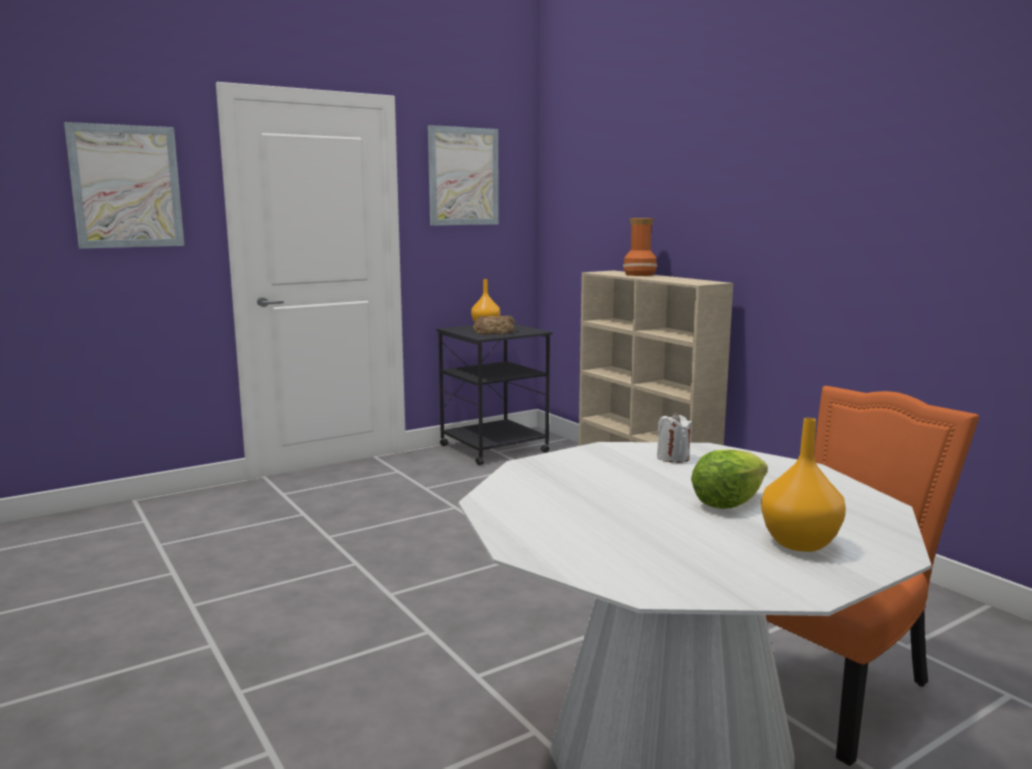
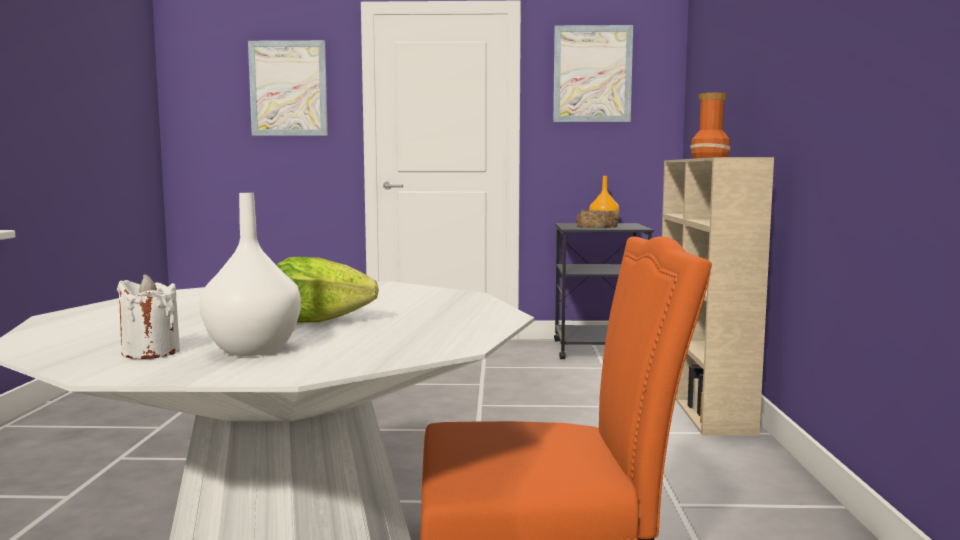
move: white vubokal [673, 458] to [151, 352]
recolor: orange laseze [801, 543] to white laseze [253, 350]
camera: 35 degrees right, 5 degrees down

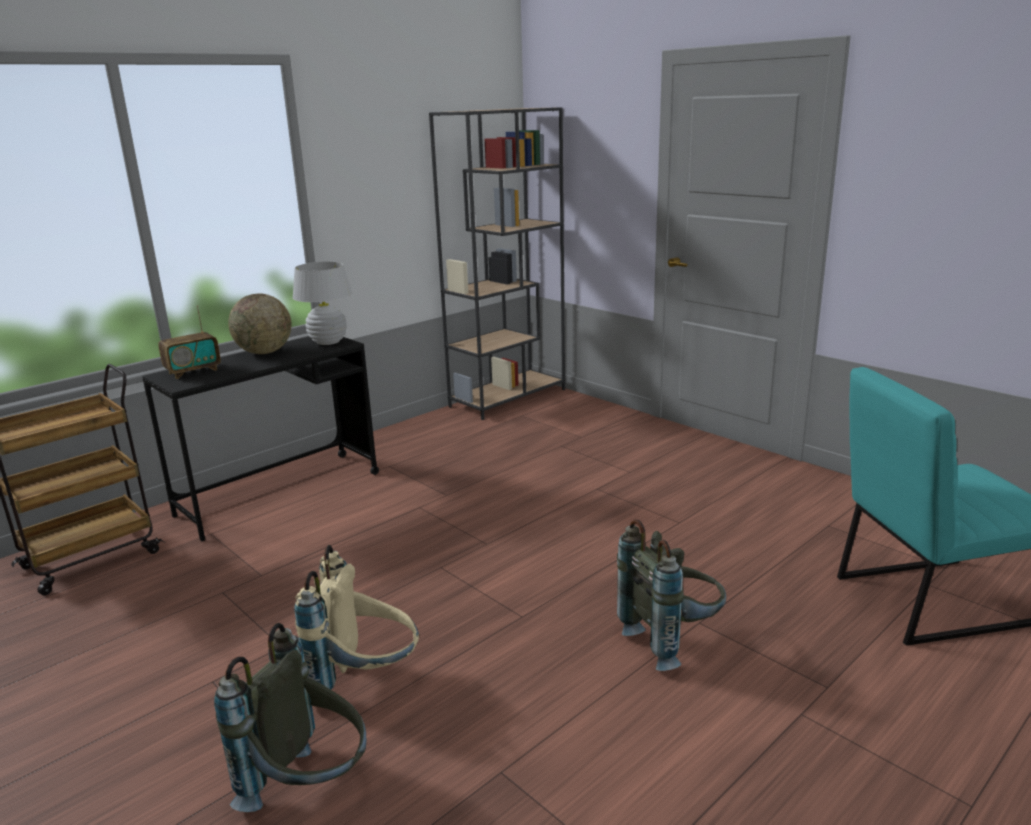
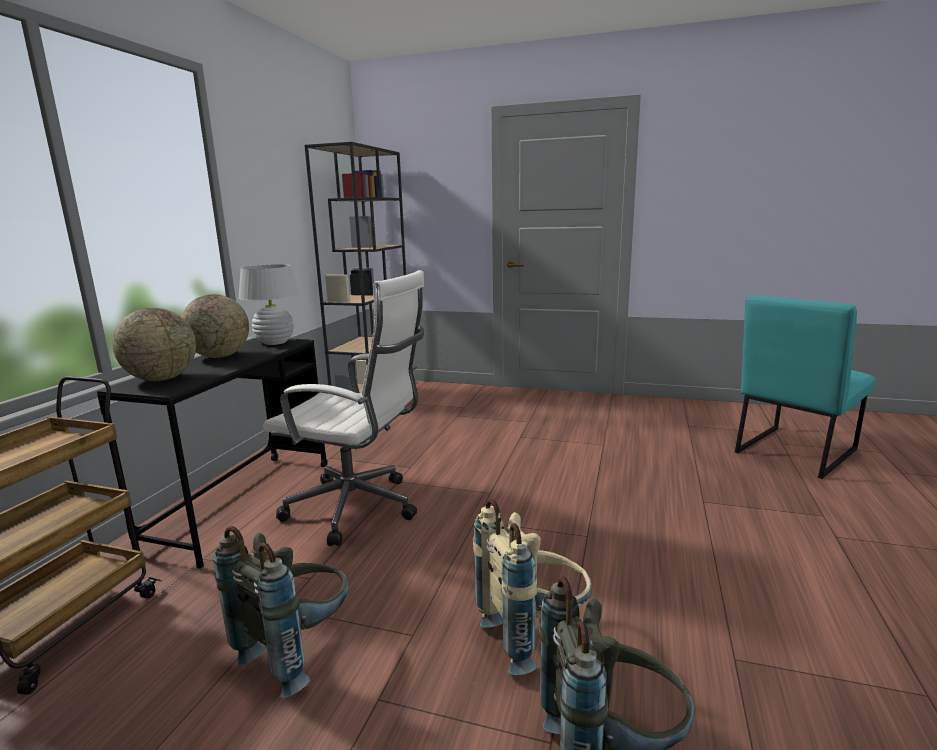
insert: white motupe [358, 509]
move: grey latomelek [672, 639] to [298, 649]
replace: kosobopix [193, 371] to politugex [162, 379]
camera: 30 degrees left, 5 degrees down

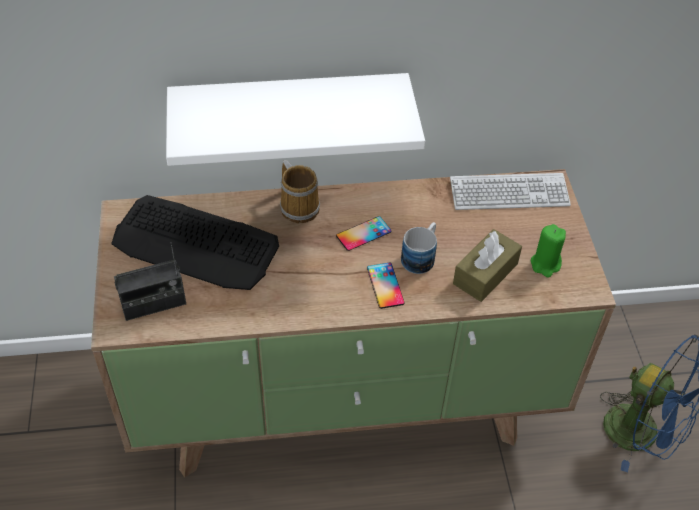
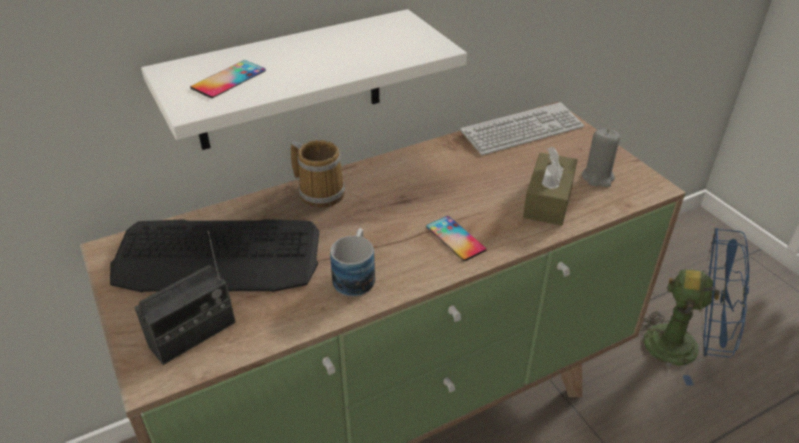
move: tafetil [363, 233] to [228, 79]; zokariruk [421, 256] to [356, 275]
recolor: green vubokal [545, 264] to grey vubokal [598, 177]
camera: 20 degrees left, 10 degrees down

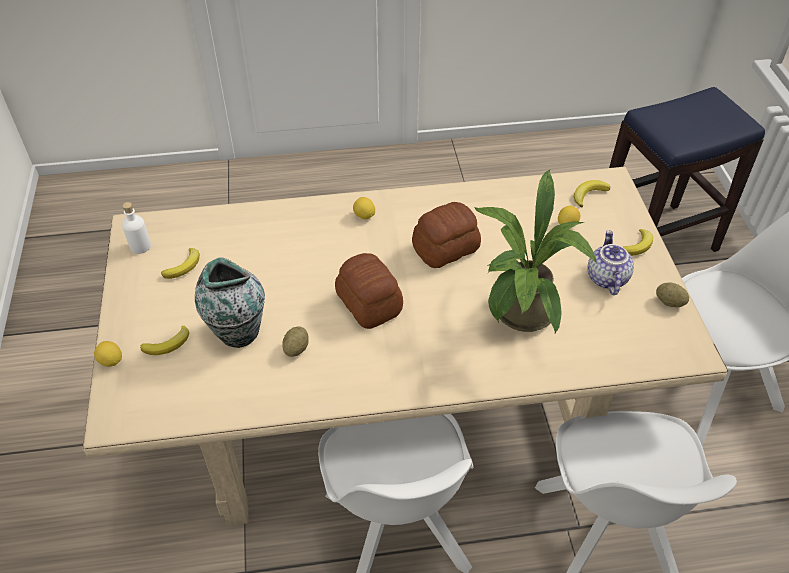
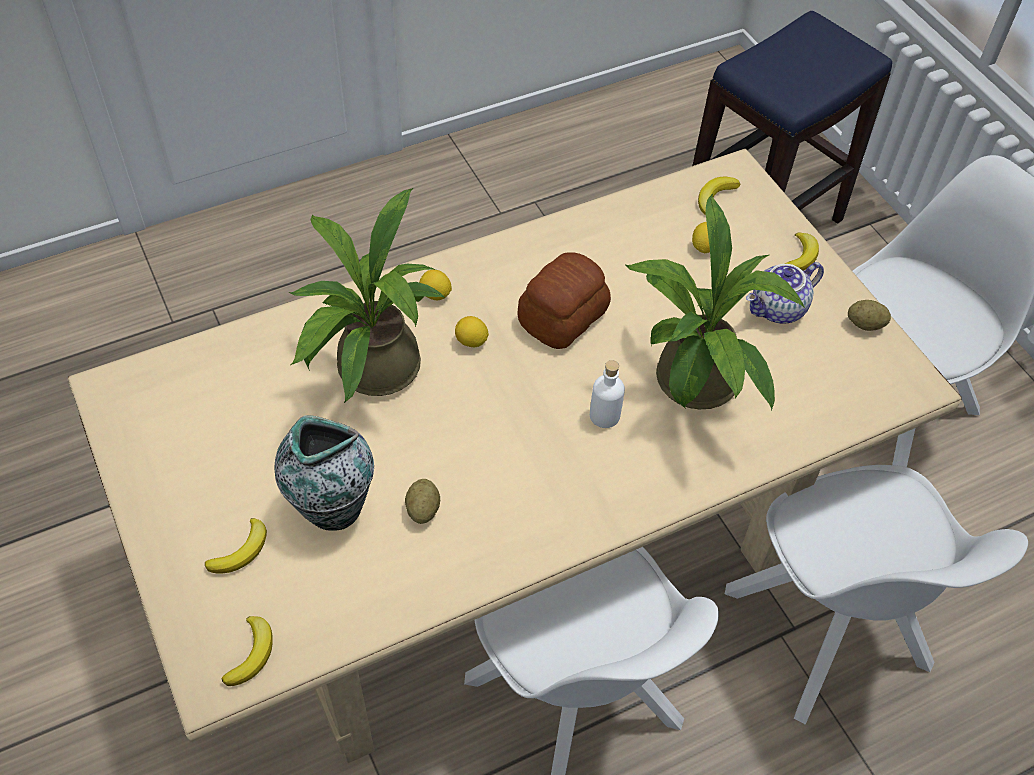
delete: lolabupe [368, 304]
insert: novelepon [370, 373]
move: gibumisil [184, 266] to [251, 653]; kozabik [111, 361] to [471, 341]; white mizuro [140, 246] to [604, 415]
rotate: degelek [605, 278] = [778, 310] 105 degrees counterclockwise
camera: 20 degrees left, 5 degrees up

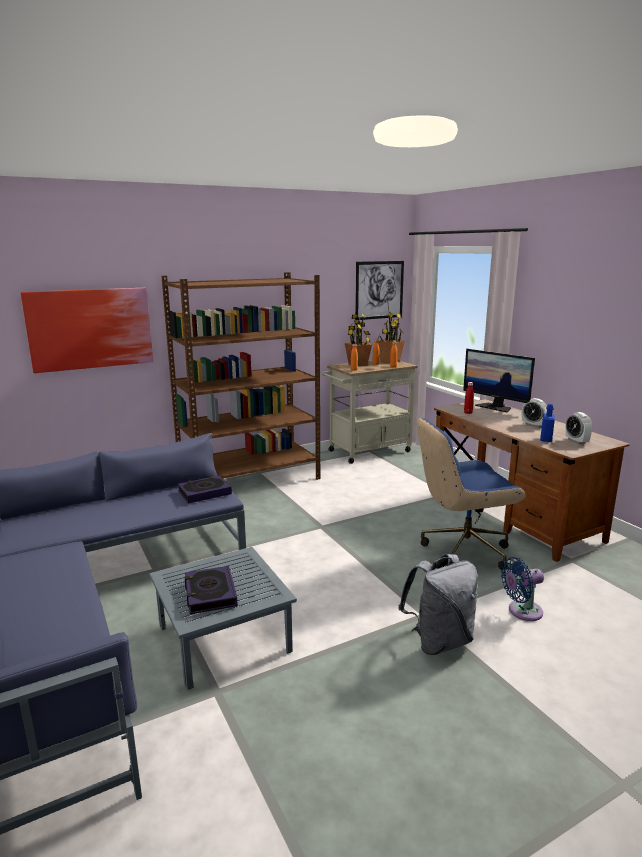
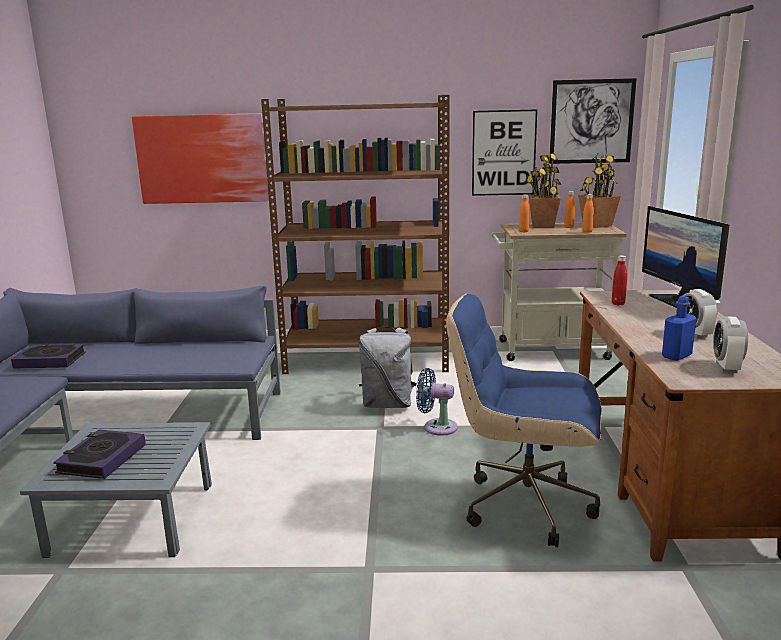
insert: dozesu [503, 153]
move: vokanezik [204, 493] to [50, 360]; grey latomelek [439, 641] to [388, 404]; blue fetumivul [522, 611] to [436, 427]
camera: 30 degrees right, 0 degrees up

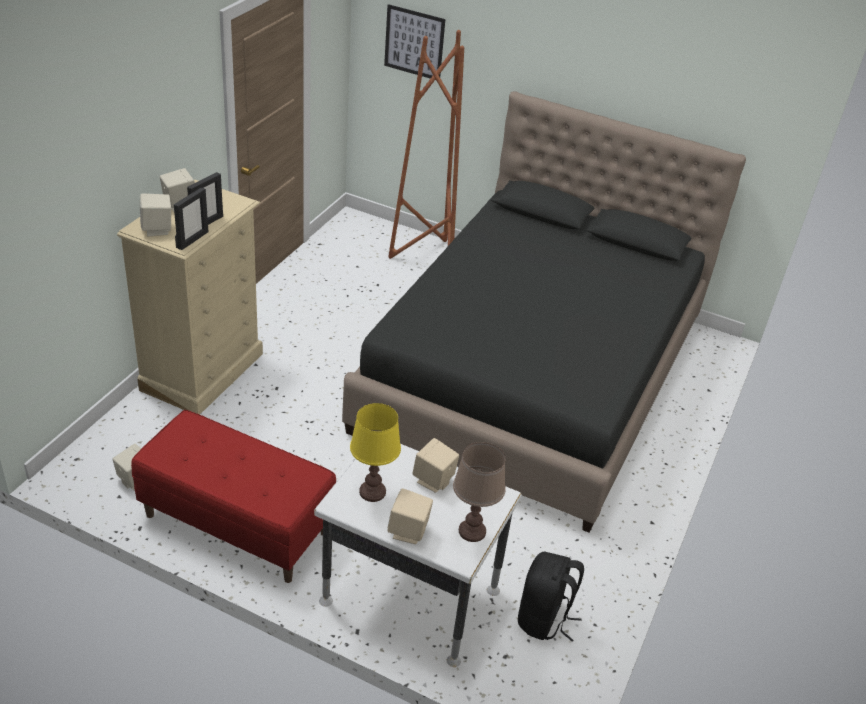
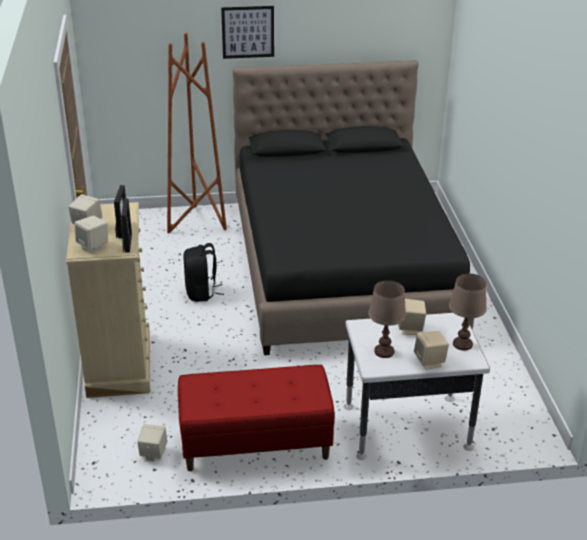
move: black latomelek [544, 619] to [201, 293]; dozesu [414, 42] to [248, 32]
recolor: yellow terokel [372, 492] to brown terokel [384, 352]
camera: 30 degrees left, 5 degrees down

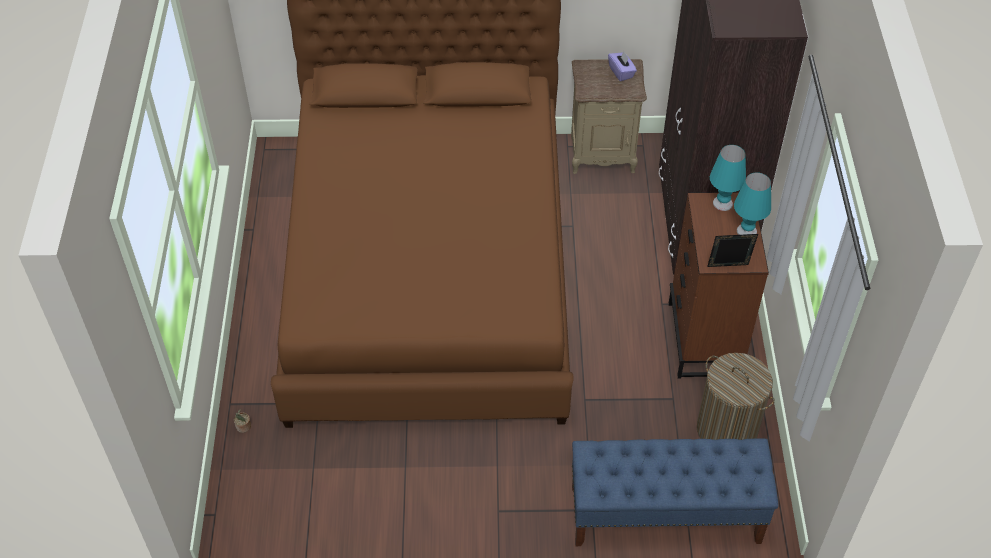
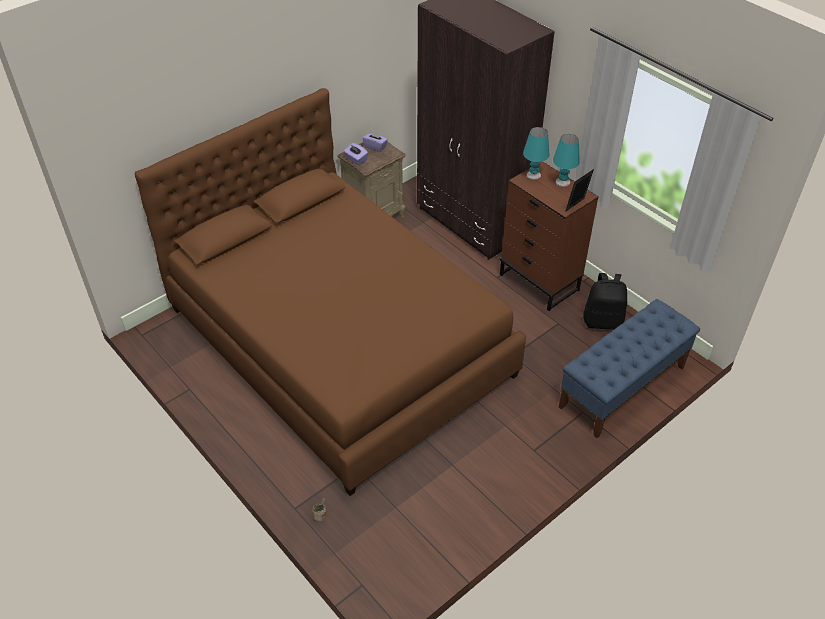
insert: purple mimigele [356, 159]
replace: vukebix [727, 429] to black latomelek [603, 321]
camera: 40 degrees left, 5 degrees down

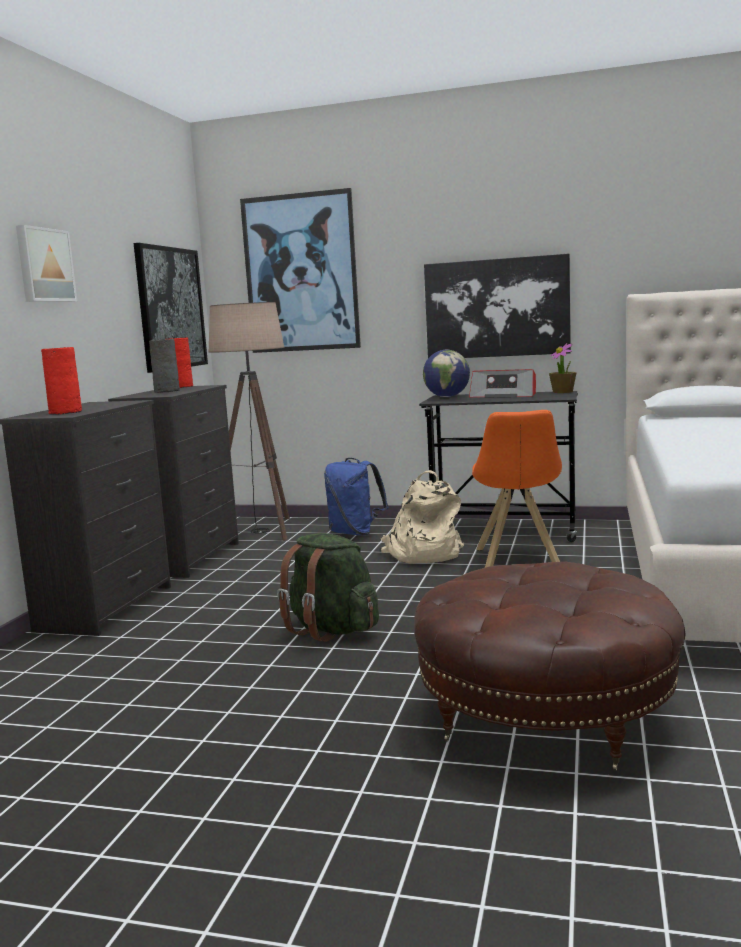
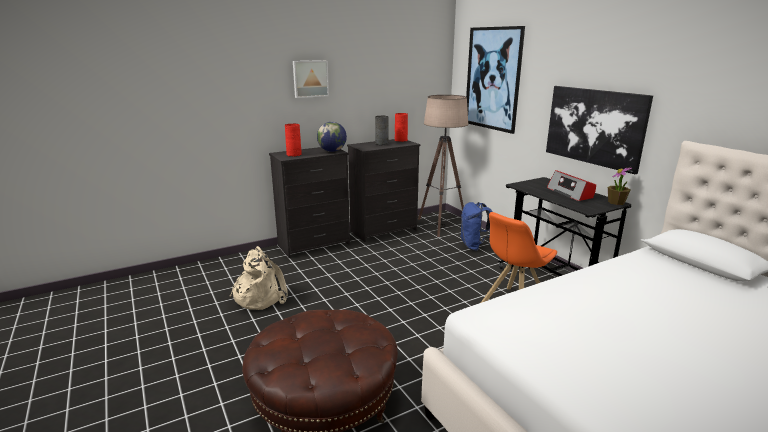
delete: dozesu [171, 308]; green latomelek [331, 630]
move: beige latomelek [423, 554] to [260, 297]; politugex [447, 396] to [332, 151]
camera: 45 degrees right, 10 degrees up

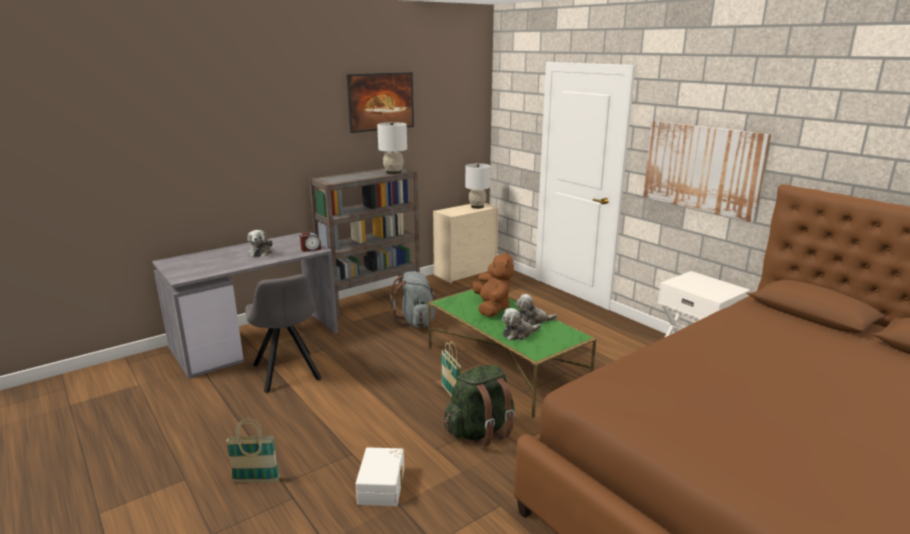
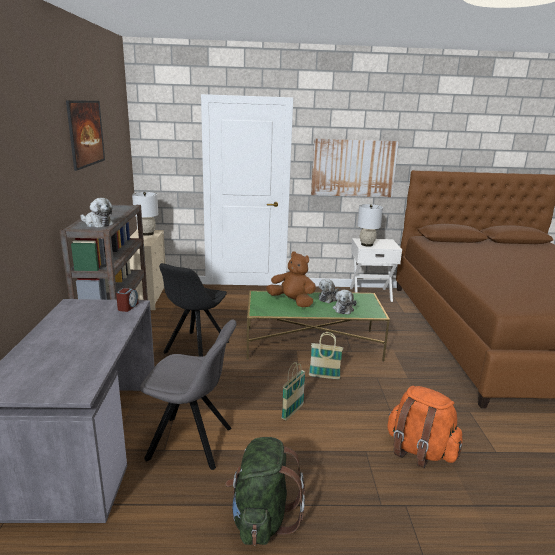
move: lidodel [260, 252] to [97, 224]; green latomelek [480, 431] to [262, 518]; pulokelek [256, 480] to [292, 412]; white terokel [393, 172] to [367, 244]
replace: grey latomelek [416, 321] to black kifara [196, 347]; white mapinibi [383, 485] to orange latomelek [419, 450]
camera: 55 degrees left, 0 degrees up

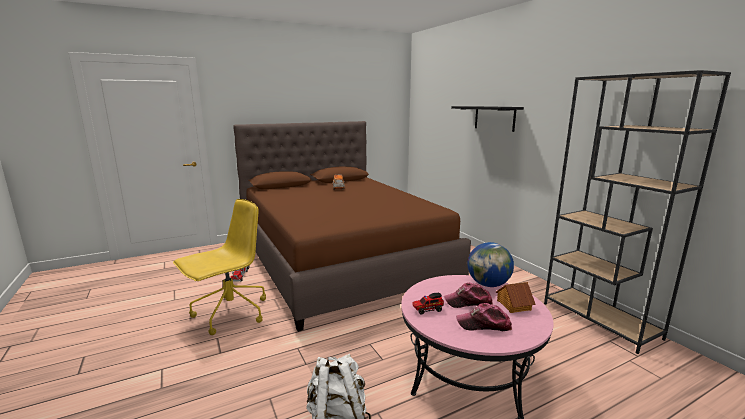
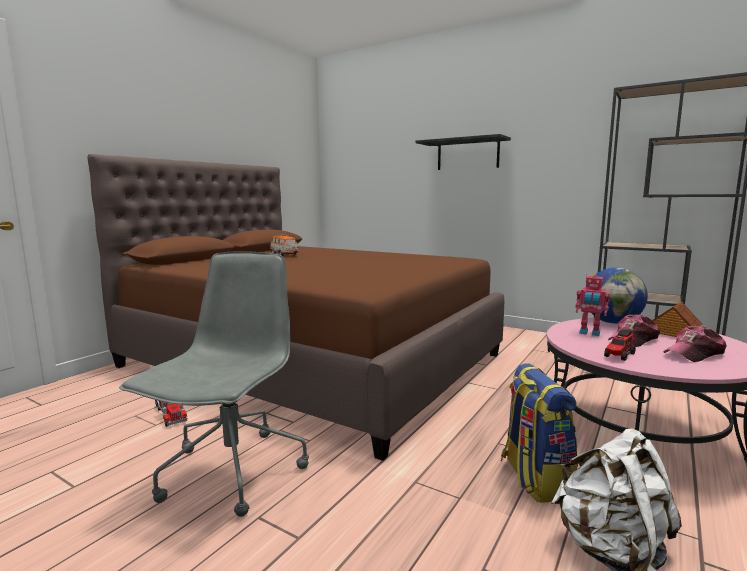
insert: latomelek [534, 478]; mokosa [589, 333]
recolor: yellow motupe [228, 315] to grey motupe [229, 476]
camera: 30 degrees left, 5 degrees down

